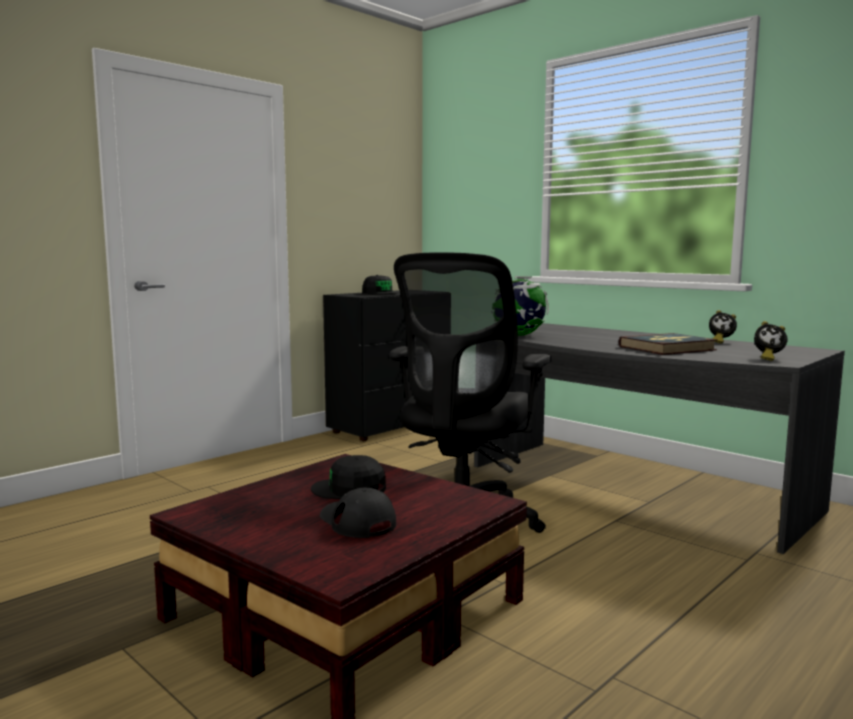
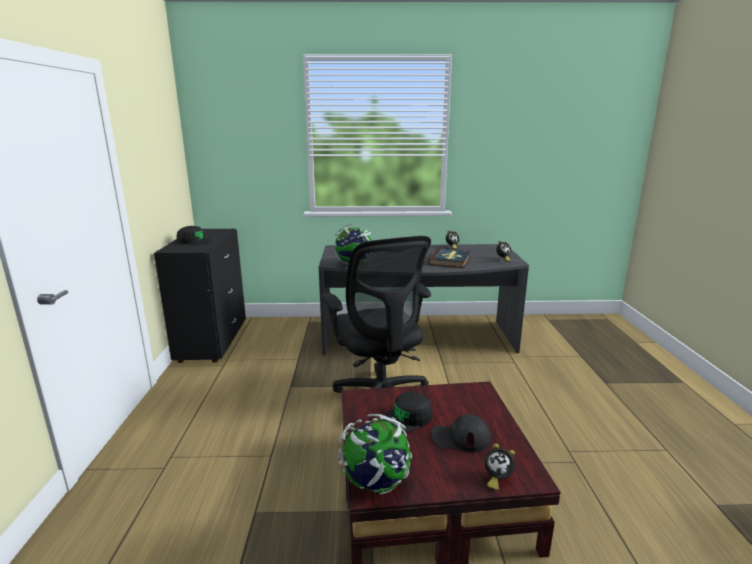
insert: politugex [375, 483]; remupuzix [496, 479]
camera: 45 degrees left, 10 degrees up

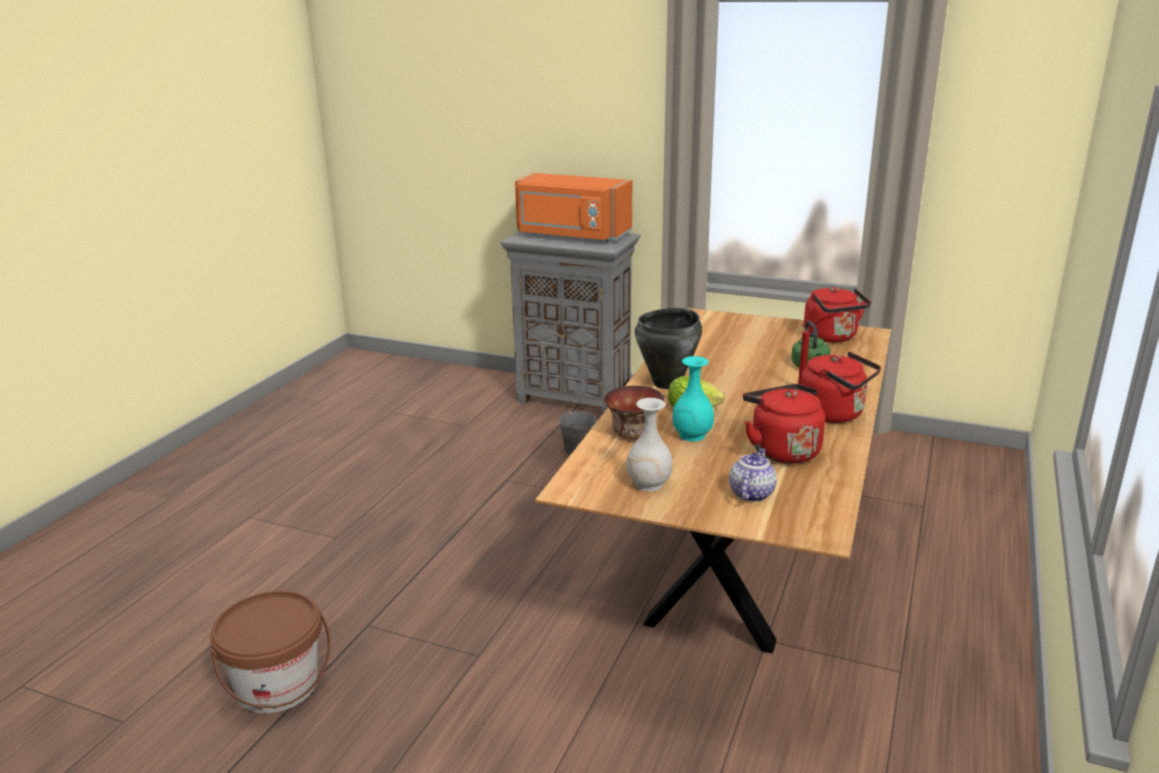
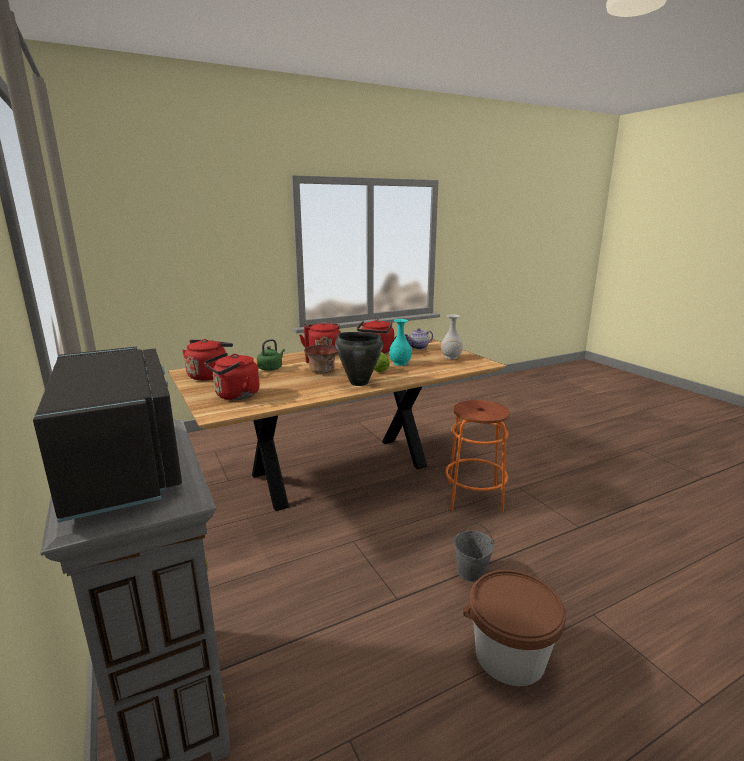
insert: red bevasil [235, 396]; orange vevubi [474, 496]
move: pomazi [634, 434] to [322, 371]; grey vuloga [577, 449] to [471, 572]; brown vuloga [277, 686] to [509, 655]
recolor: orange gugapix [572, 235] to black gugapix [125, 465]
camera: 140 degrees left, 5 degrees down

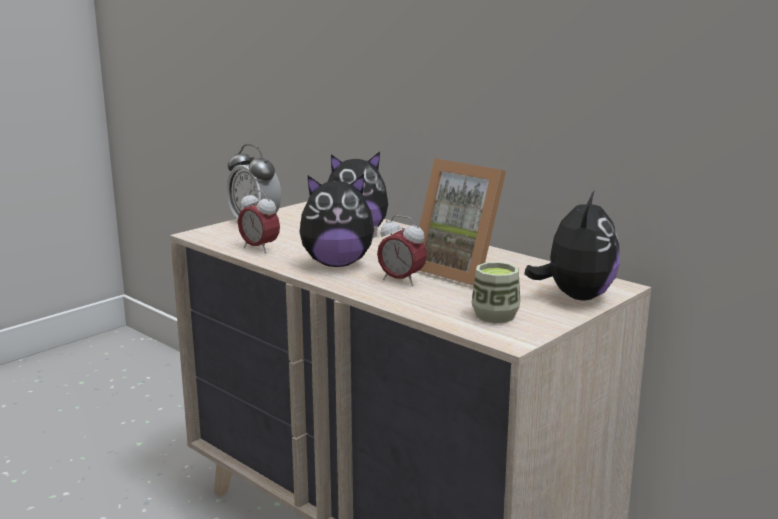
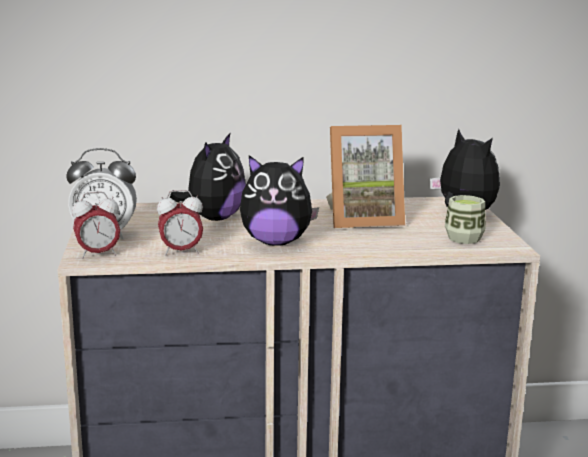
move: remupuzix [401, 281] to [98, 254]
rotate: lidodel [337, 264] = [276, 242] 60 degrees clockwise
camera: 50 degrees left, 0 degrees up

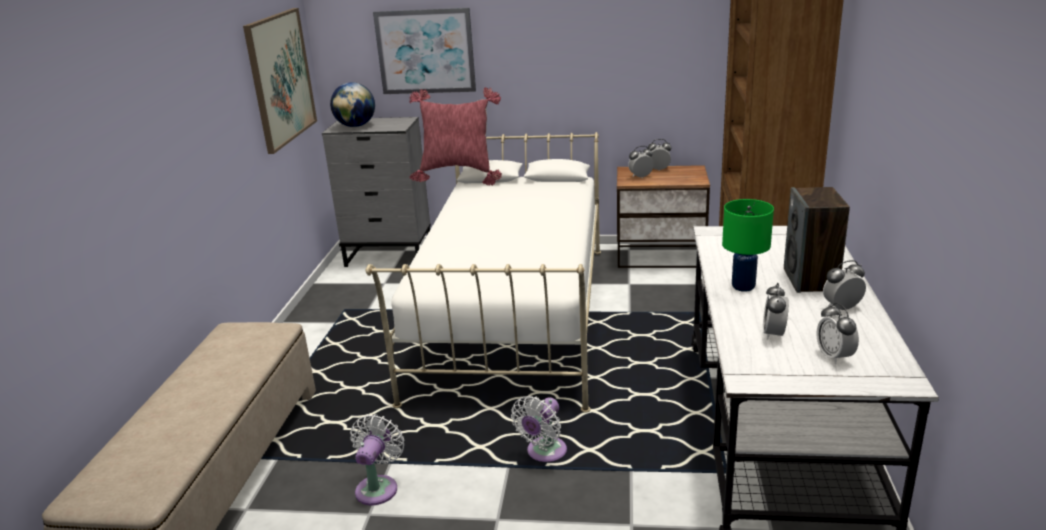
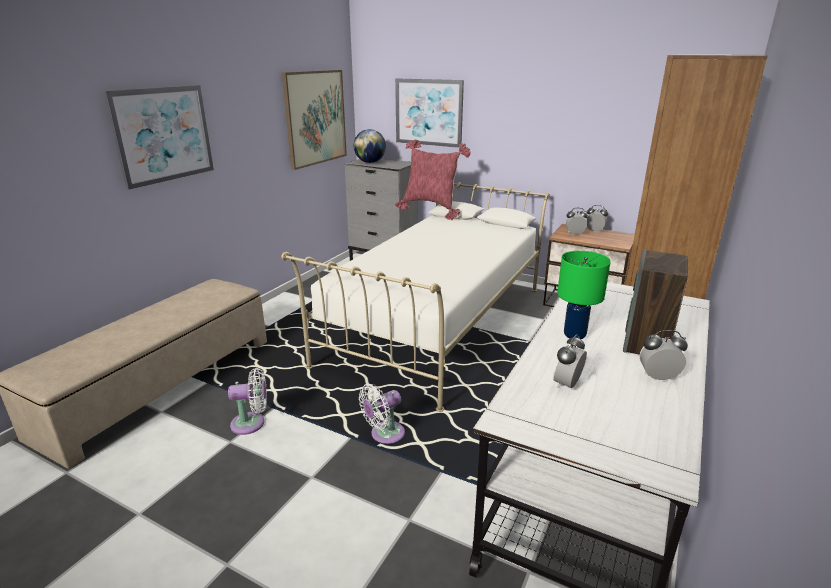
delete: remupuzix [834, 357]
insert: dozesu [163, 134]
rotate: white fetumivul [378, 487] = [251, 423] 45 degrees clockwise
camera: 20 degrees right, 0 degrees up

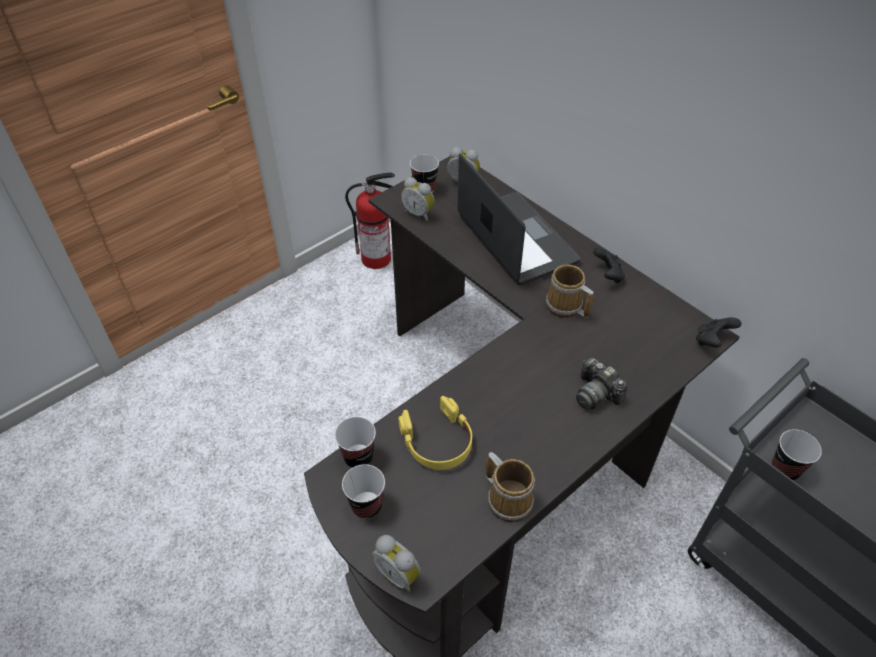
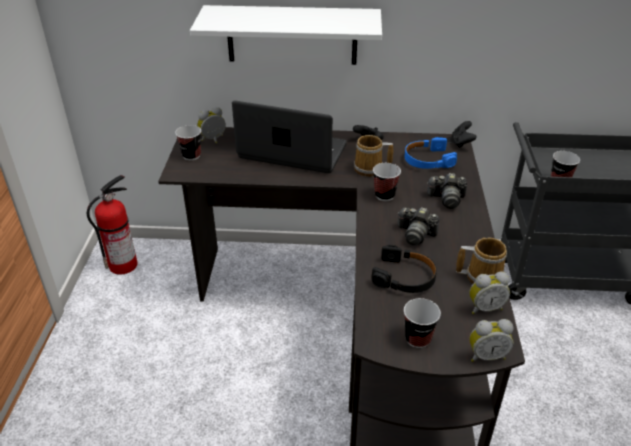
insert: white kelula [292, 35]; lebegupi [415, 234]; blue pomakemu [427, 160]
move: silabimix [358, 457] to [384, 195]; remupuzix [419, 213] to [484, 307]
recolor: yellow pomakemu [438, 441] to black pomakemu [405, 277]
camera: 45 degrees left, 10 degrees down

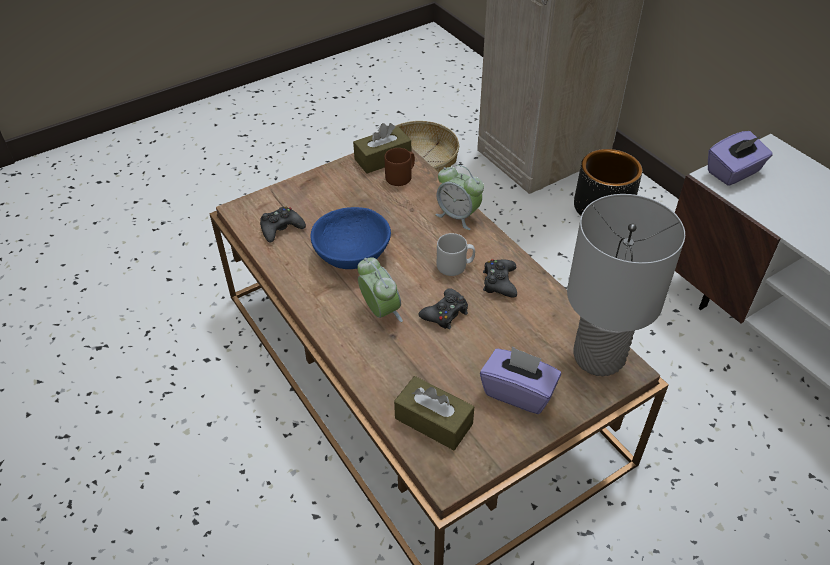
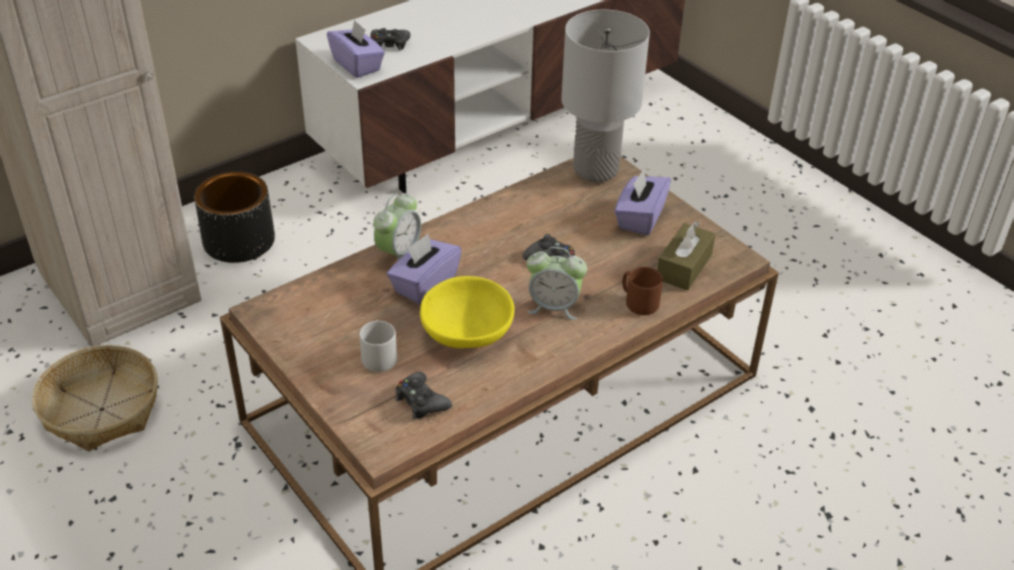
delete: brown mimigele [383, 158]
insert: purple mimigele [424, 284]
move: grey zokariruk [455, 266] to [379, 356]; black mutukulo [499, 282] to [390, 44]; brown zokariruk [401, 177] to [638, 302]
recolor: blue pomazi [352, 254] to yellow pomazi [466, 334]
rotate: remupuzix [380, 311] = [554, 307] 135 degrees counterclockwise
camera: 95 degrees left, 5 degrees down

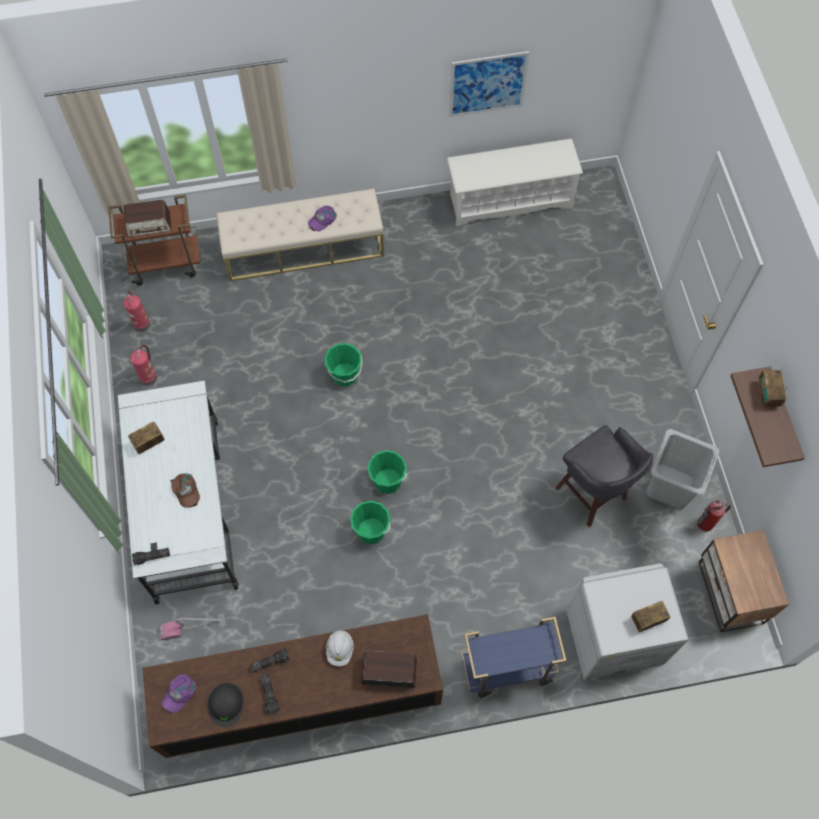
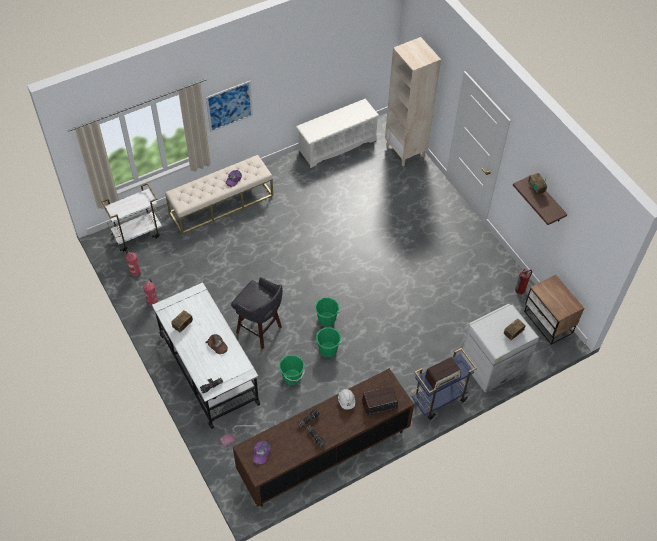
delete: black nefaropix [225, 704]; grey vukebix [670, 485]
insert: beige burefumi [406, 151]
move: dozesu [488, 84] to [229, 106]; grey vevubi [592, 496] to [260, 331]; green vuloga [344, 375] to [292, 377]; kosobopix [149, 224] to [442, 377]
recolor: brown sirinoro [167, 266] to white sirinoro [138, 236]
camera: 20 degrees left, 10 degrees down

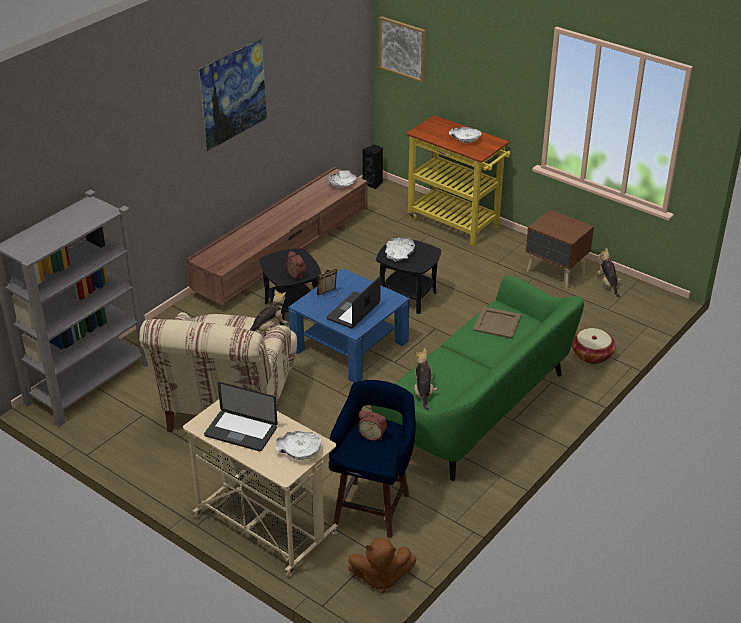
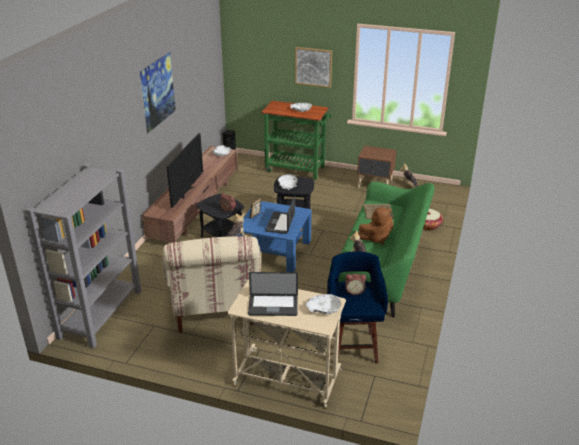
insert: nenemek [186, 192]
move: dozesu [403, 48] to [313, 67]; brown lidodel [380, 578] to [376, 238]
recolor: yellow sirinoro [454, 223] to green sirinoro [296, 169]
camera: 20 degrees left, 5 degrees down

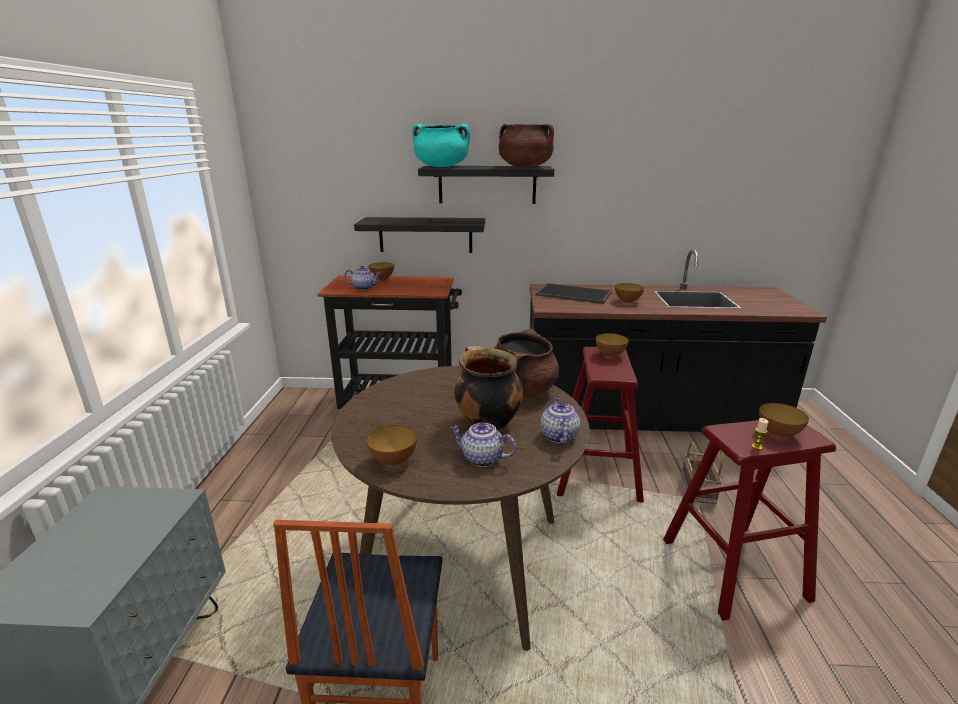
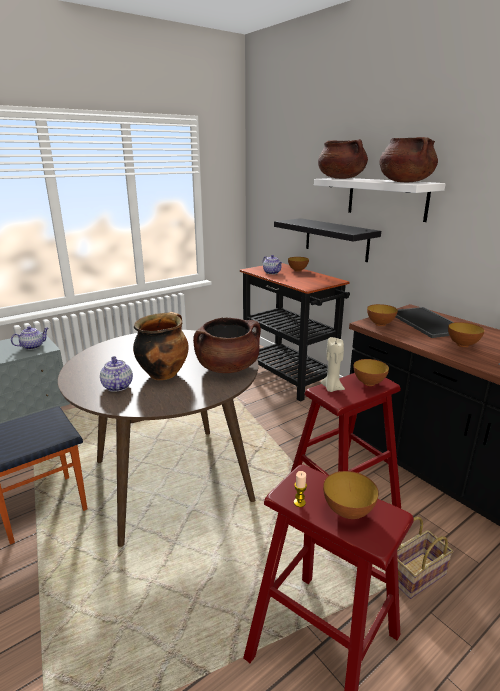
insert: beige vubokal [331, 388]
move: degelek [558, 436] to [33, 346]; pomazi [393, 461] to [380, 324]
recolor: black kelula [487, 184] to white kelula [386, 198]; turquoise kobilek [441, 166] to brown kobilek [341, 178]
camera: 50 degrees right, 0 degrees up

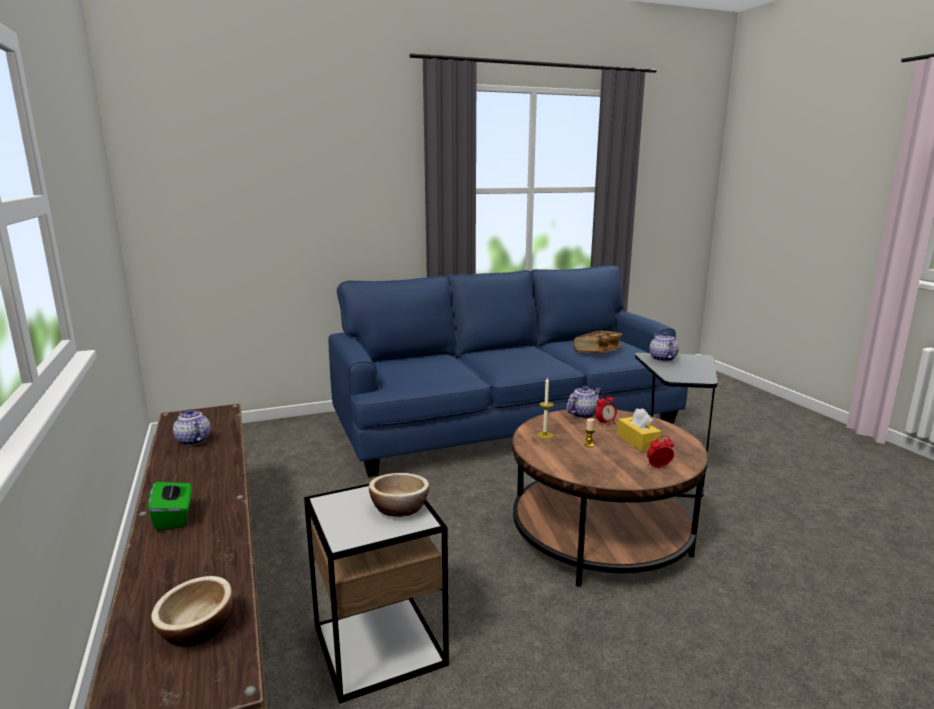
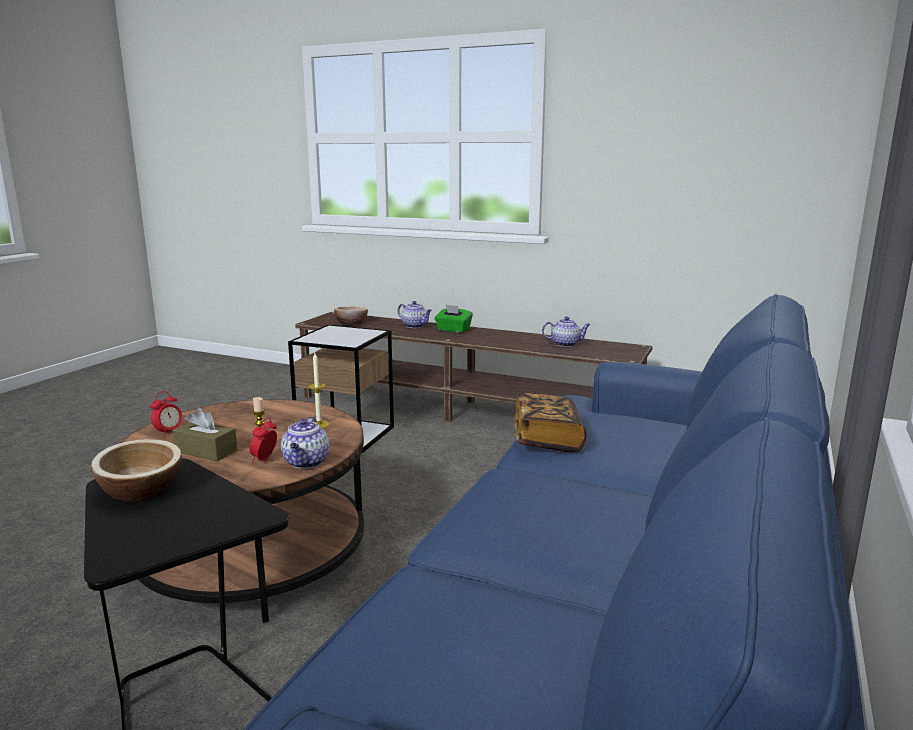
move: pomazi [399, 508] to [141, 490]; degelek [662, 358] to [415, 326]; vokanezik [597, 352] to [547, 439]
recolor: yellow mimigele [638, 441] to brown mimigele [206, 451]
camera: 135 degrees right, 0 degrees up

